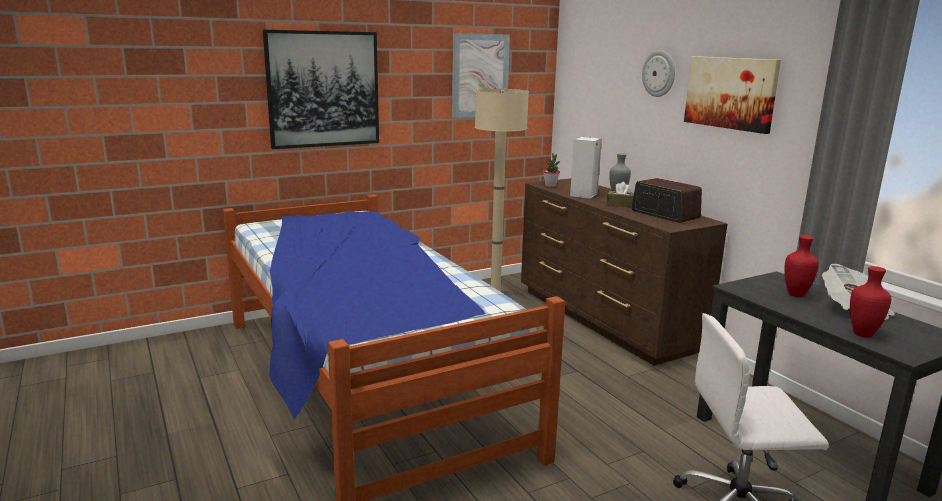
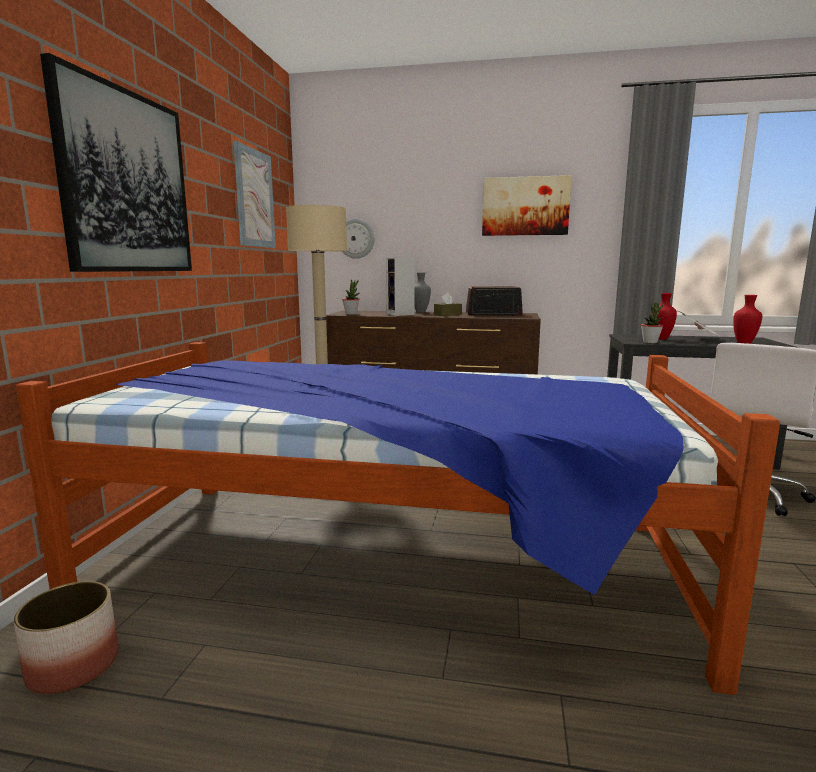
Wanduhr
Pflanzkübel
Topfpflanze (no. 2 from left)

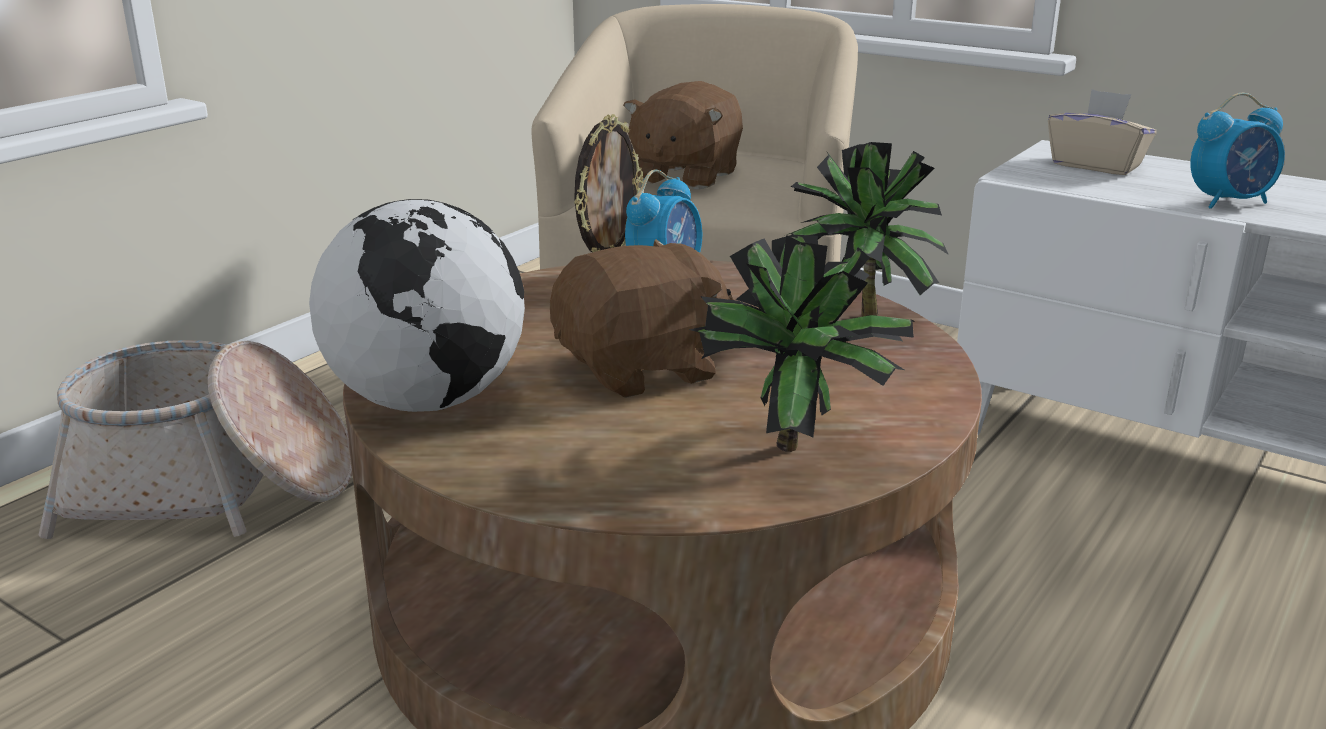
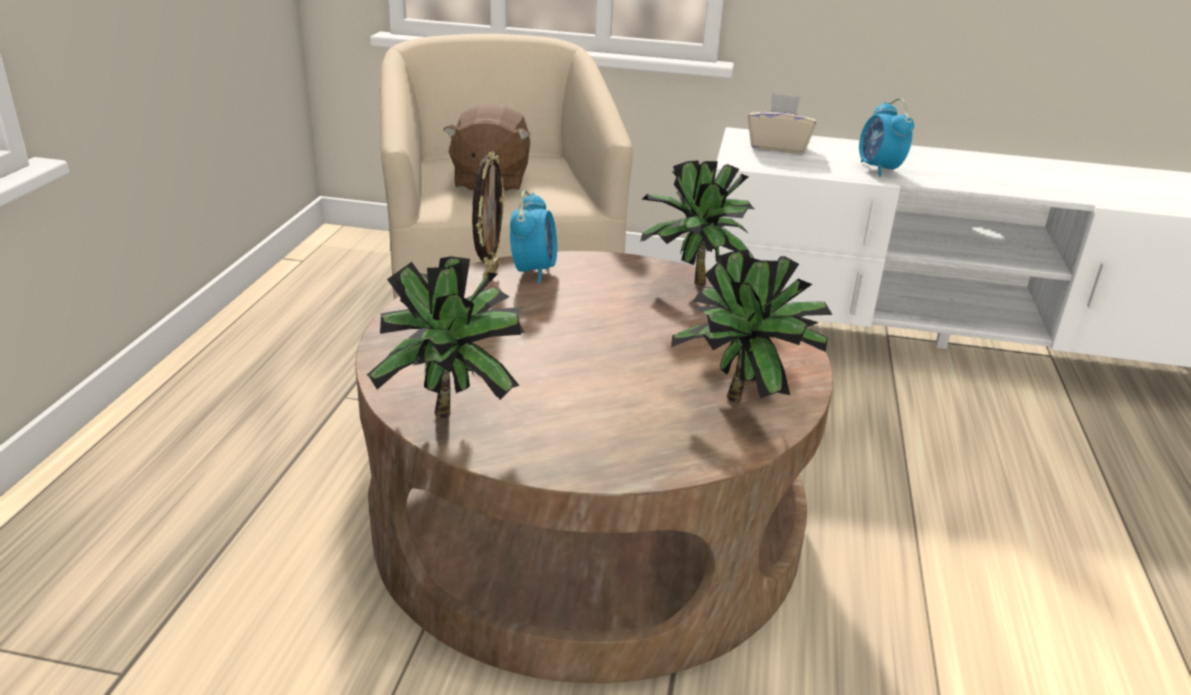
Korb
Topfpflanze (no. 1 from left)
Plüschtier (braun) (no. 1 from left in the first image)
Wecker (no. 2 from left)

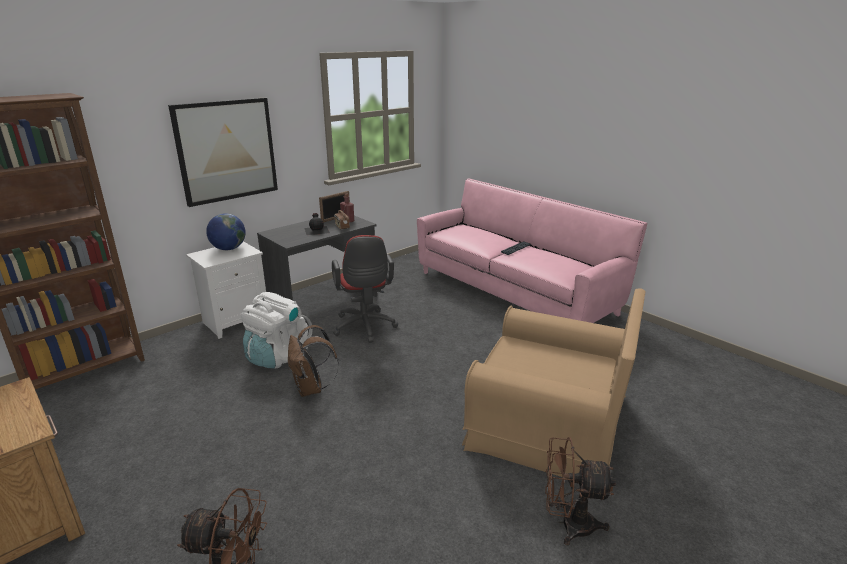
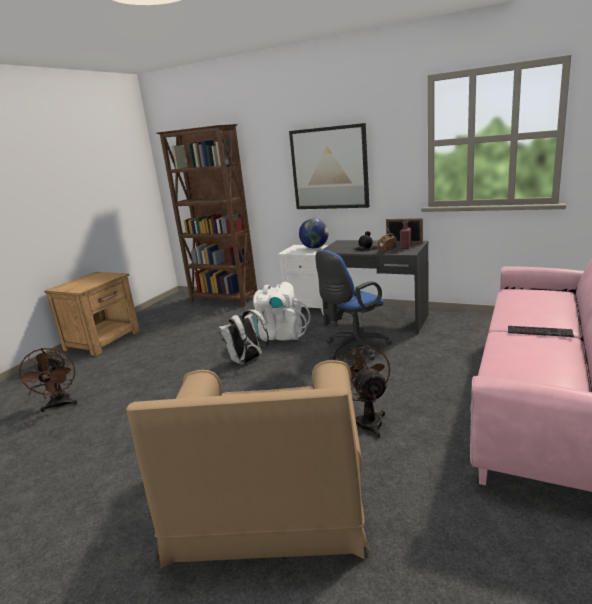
Rucksack (weiß) (no. 1 from left)
Bürostuhl (blau)
Ventilator (braun) (no. 2 from left)

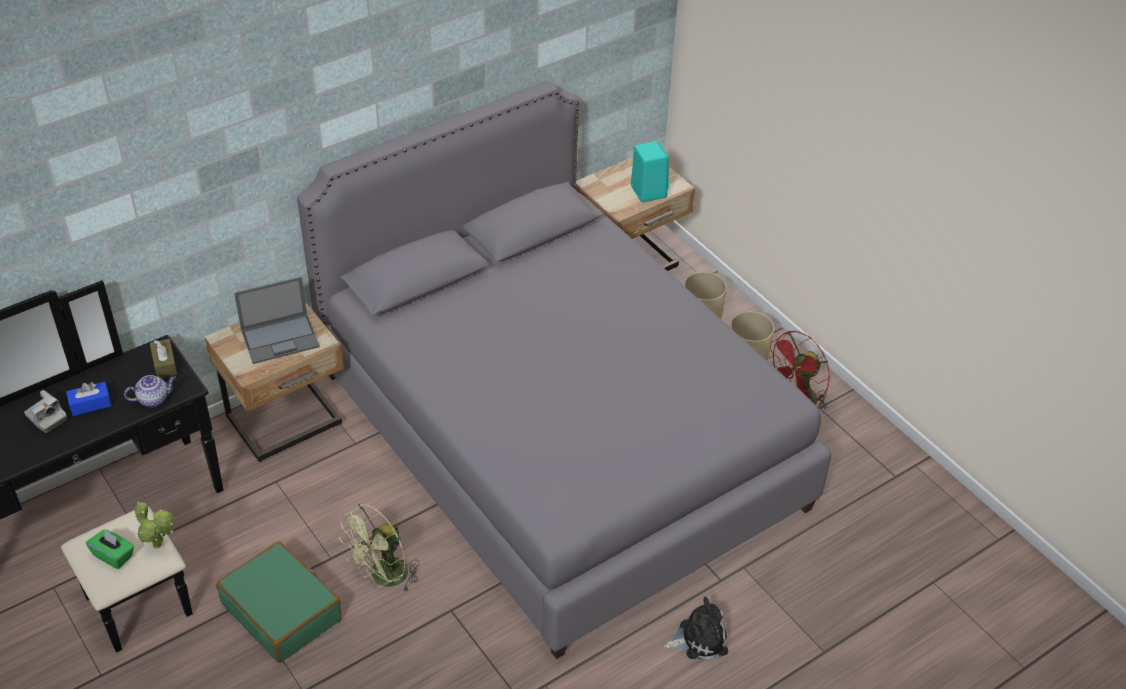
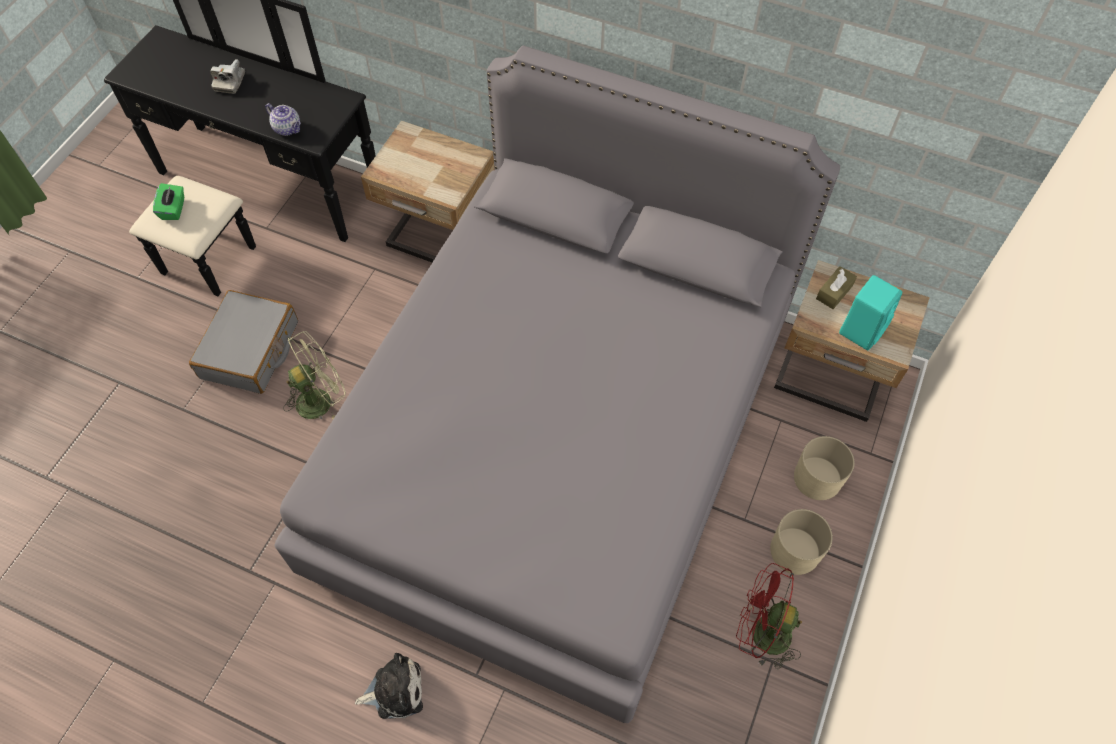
Taschentuchbox (blau)
Topfpflanze
Taschentuchbox (braun)
Koffer (grau)
Laptop
Ventilator (grün)
Plüschtier

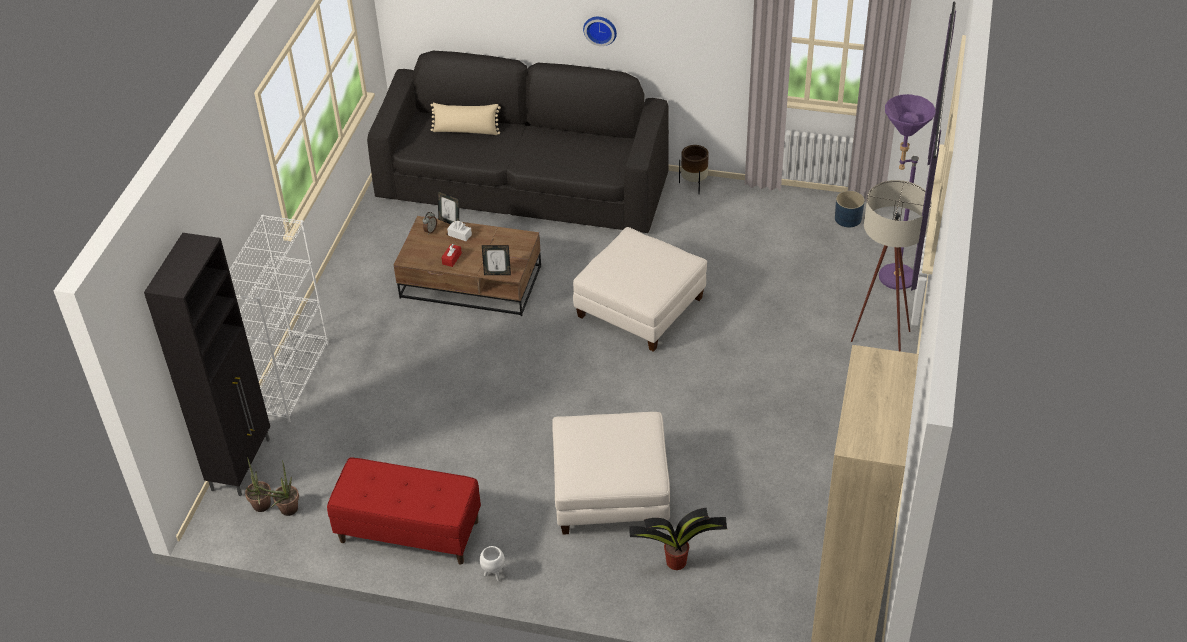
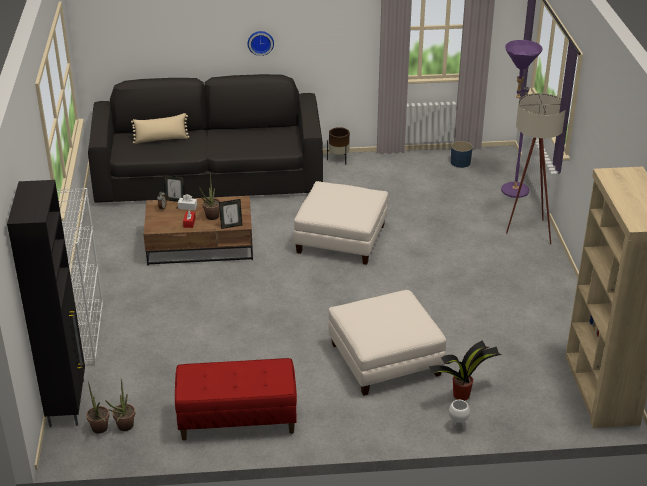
Pflanzkübel (weiß)
Topfpflanze (no. 3 from left)

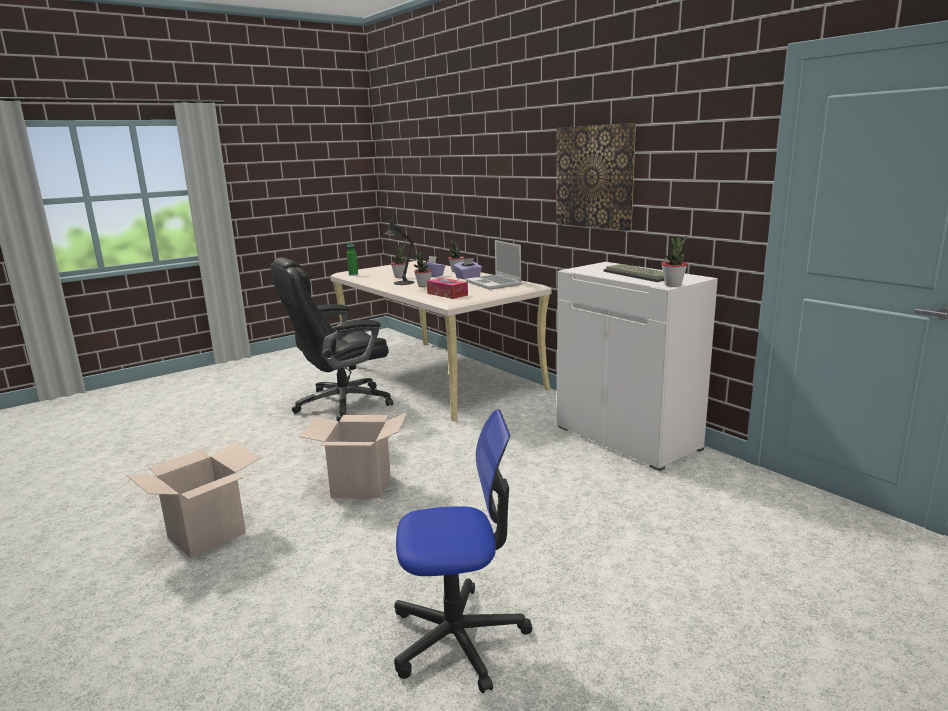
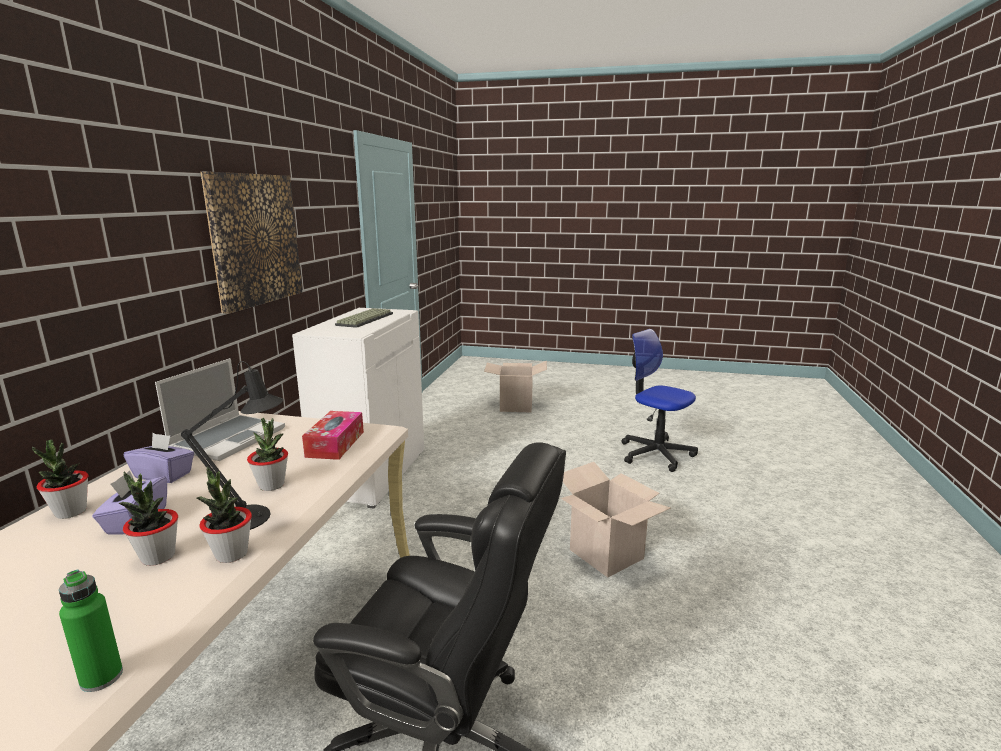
Karton (no. 1 from left)
Topfpflanze (no. 3 from left)

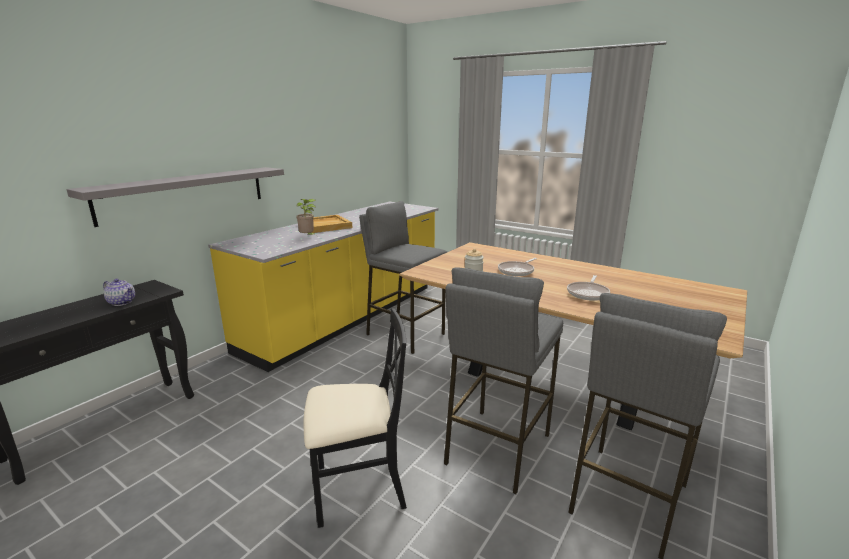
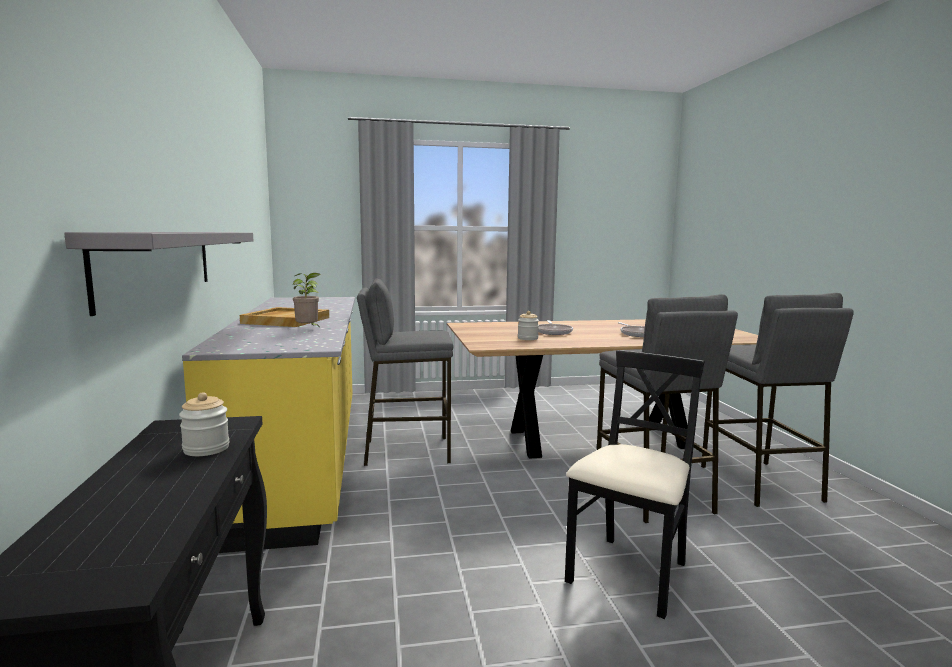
Vorratsglas (no. 1 from left)

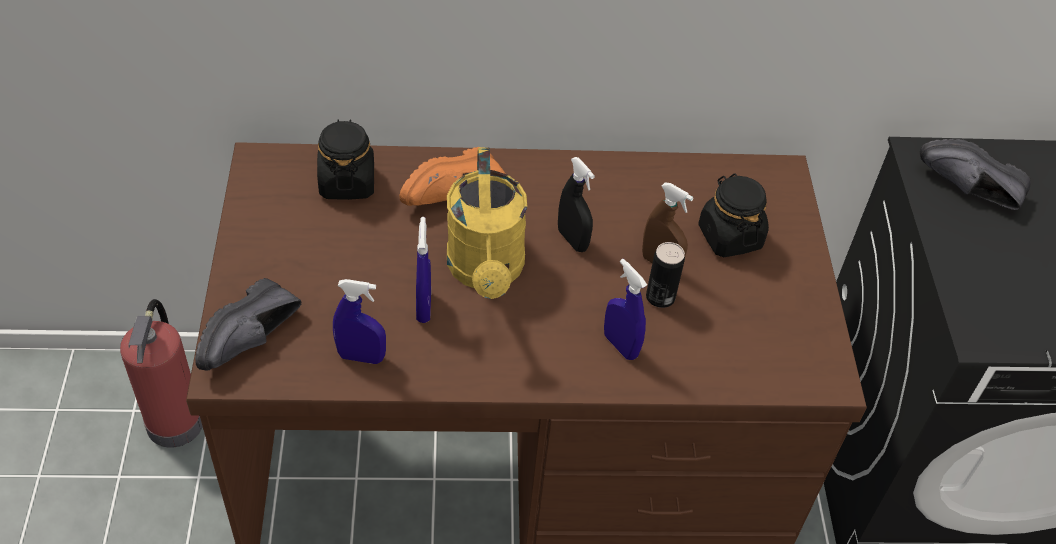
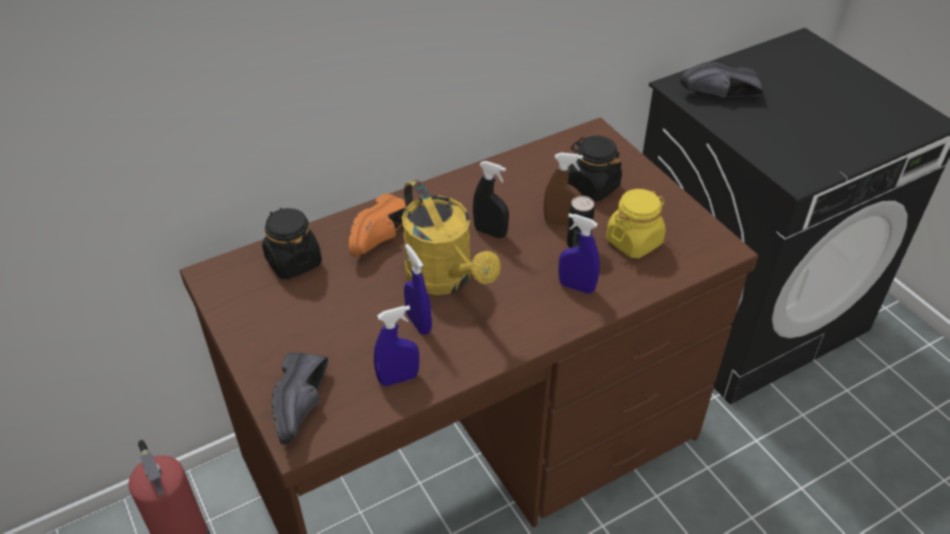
Vorratsglas (gelb)

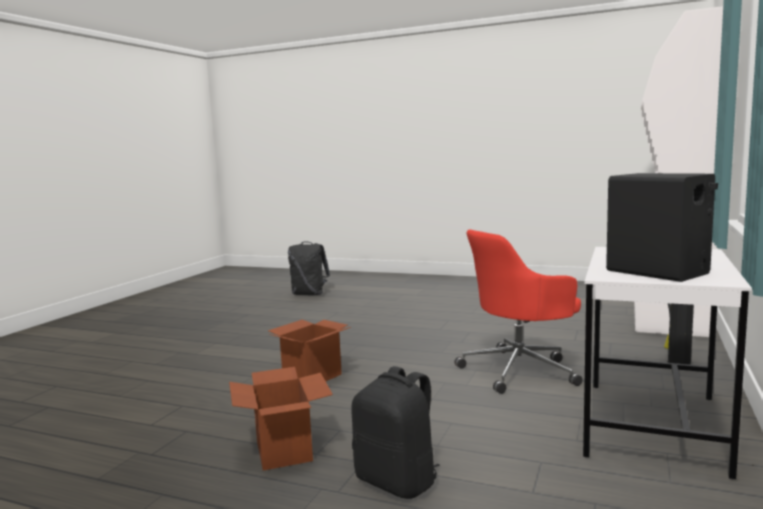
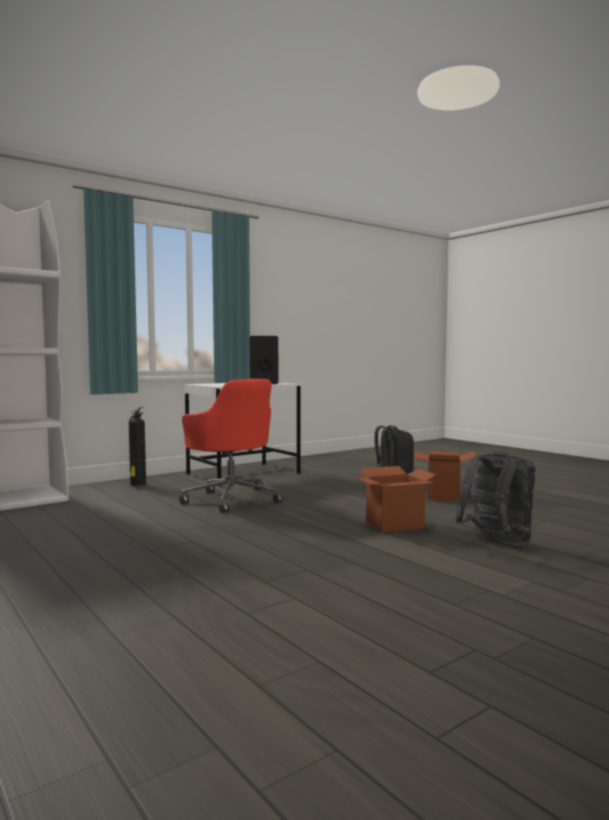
Rucksack (schwarz) (no. 2 from left)
Bürostuhl (rot)

